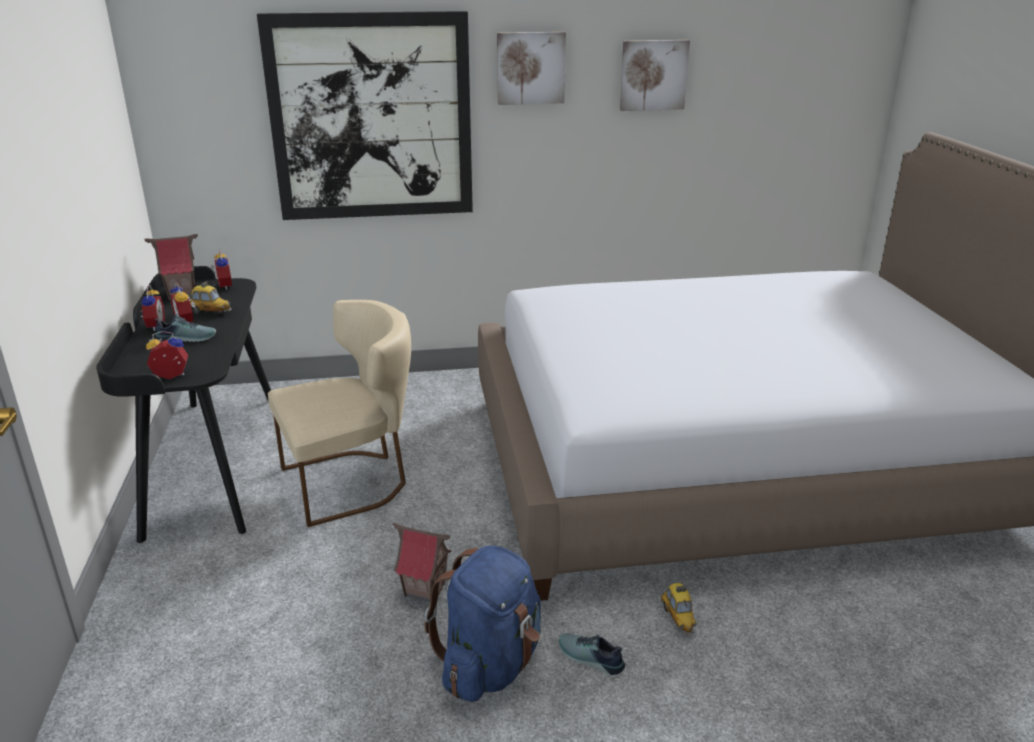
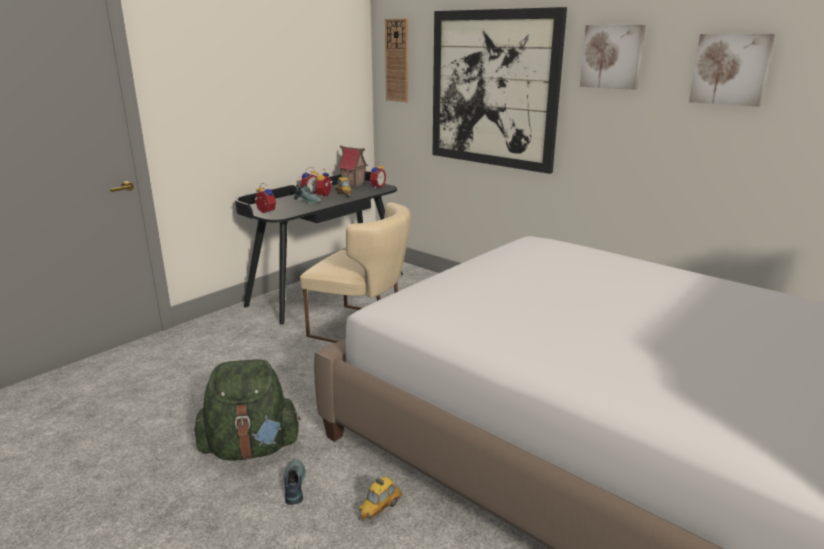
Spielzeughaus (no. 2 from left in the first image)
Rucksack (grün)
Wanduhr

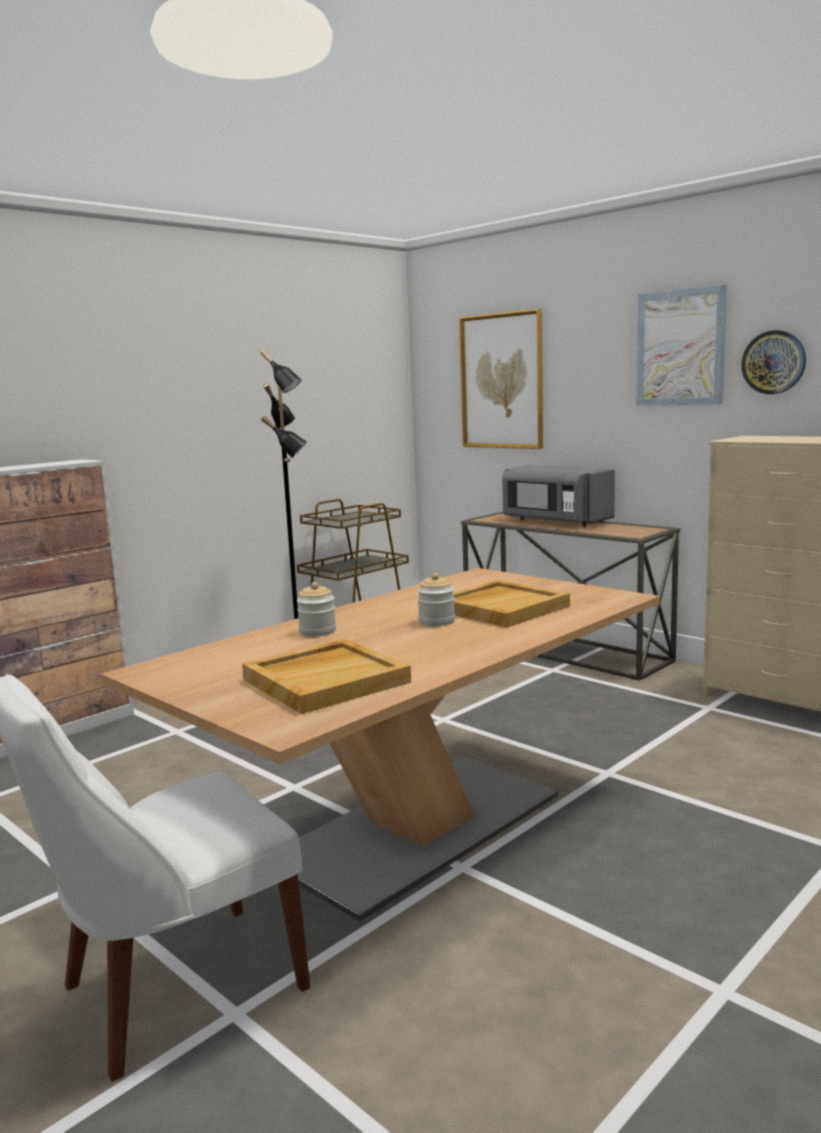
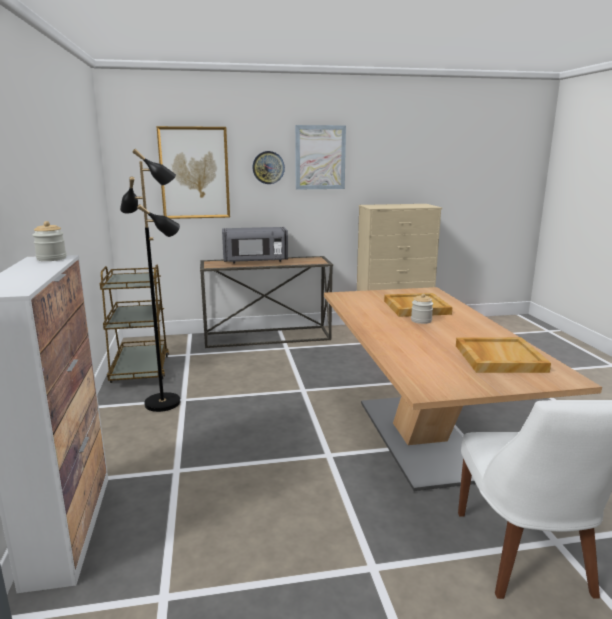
Vorratsglas (no. 1 from left)
Wanduhr

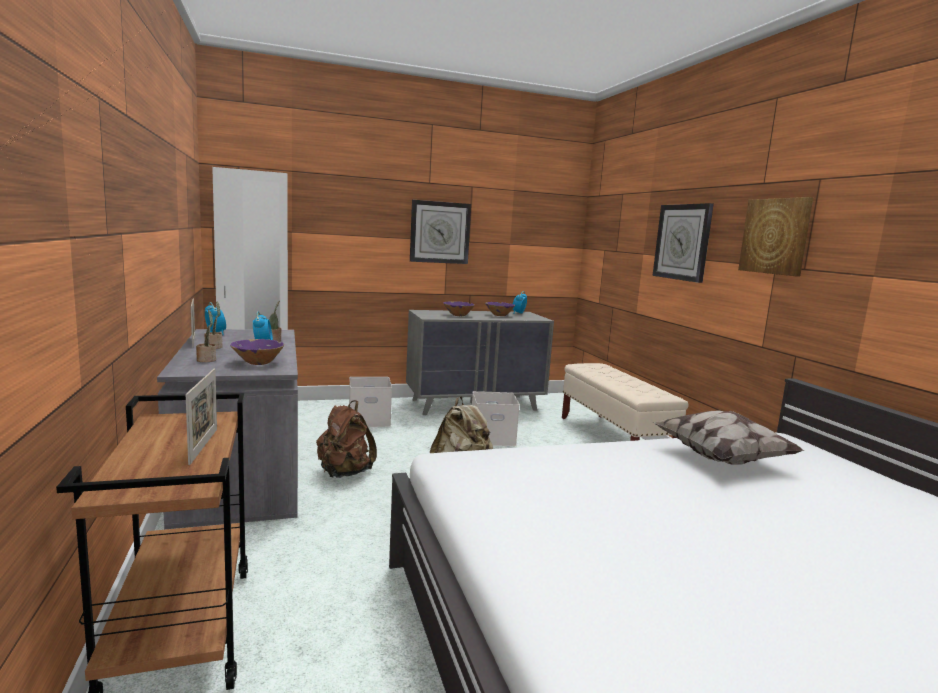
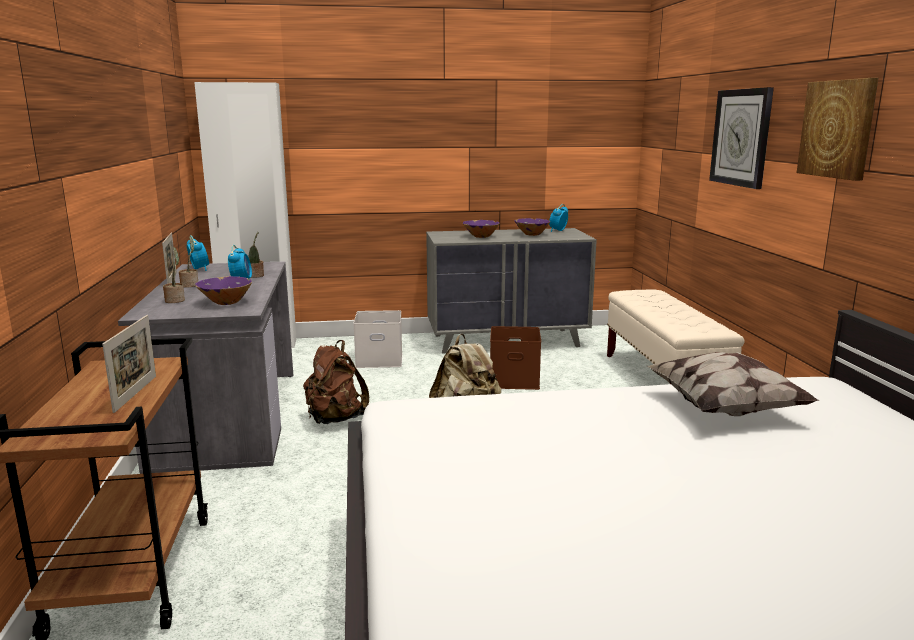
Wanduhr (no. 1 from left in the first image)
Aufbewahrungsbox (braun)

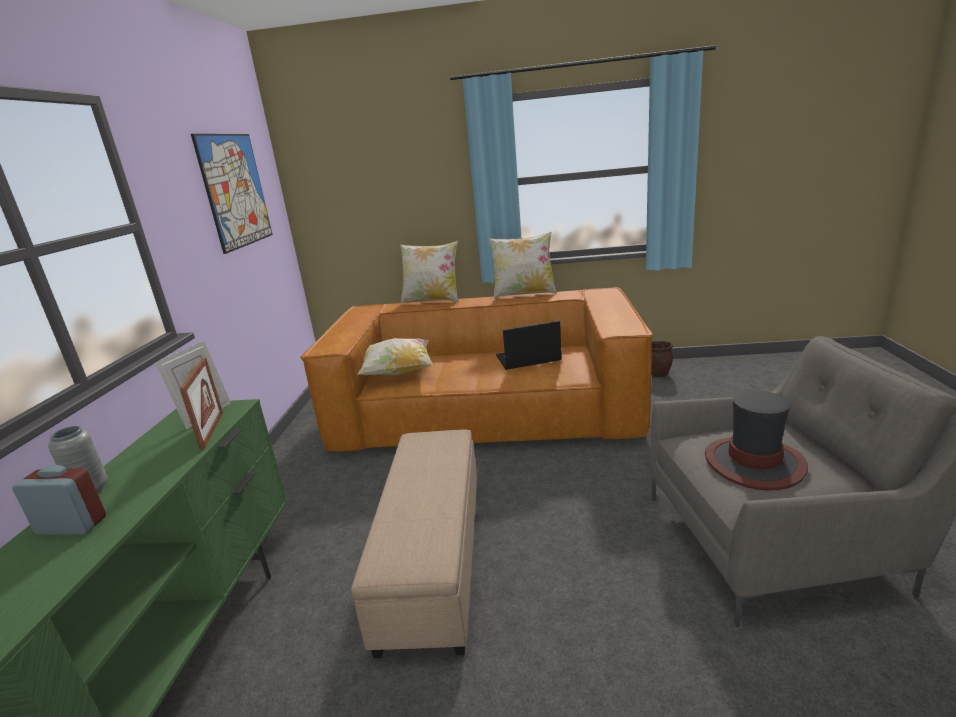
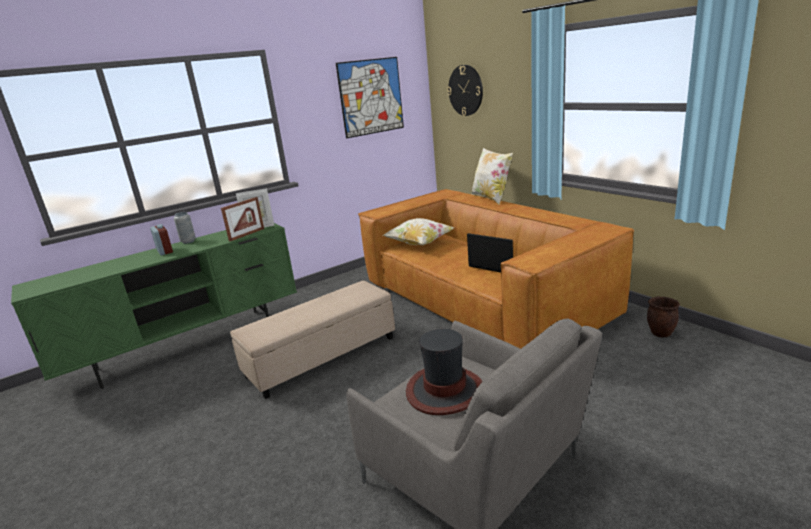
Kissen (no. 3 from left in the first image)
Wanduhr

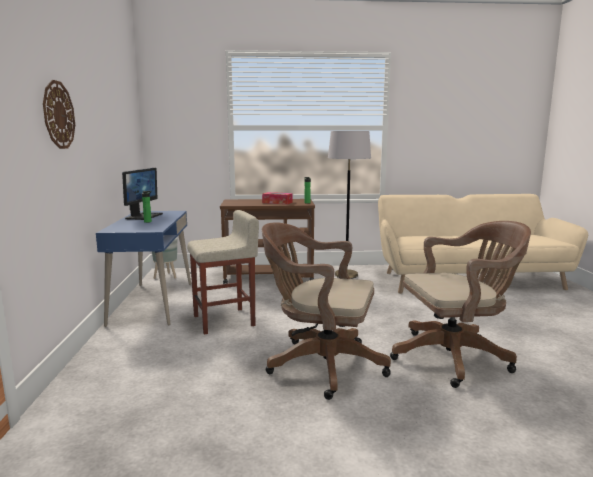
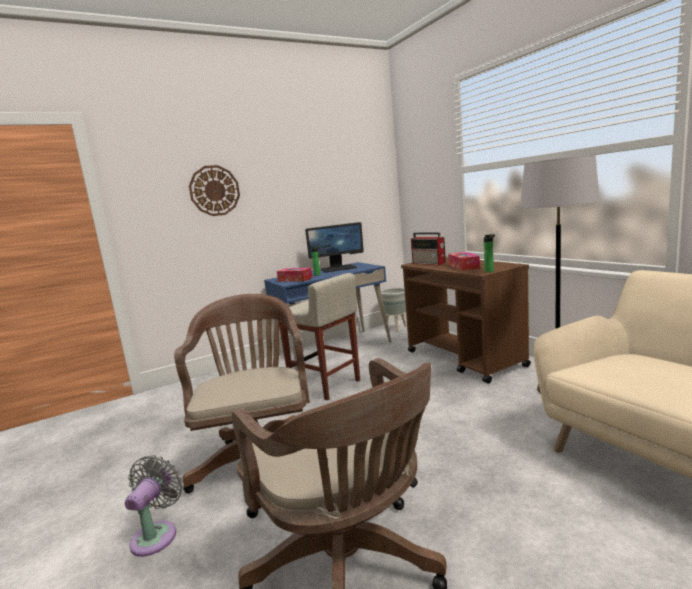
Ventilator (grau)
Taschentuchbox (no. 1 from left)
Radio

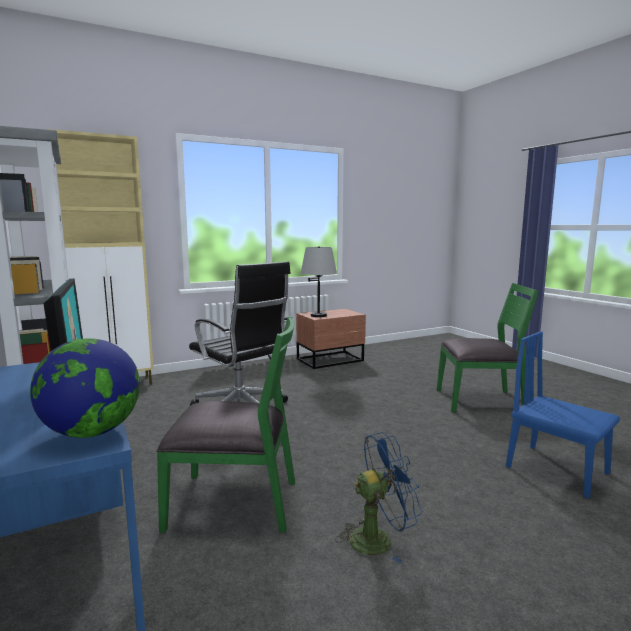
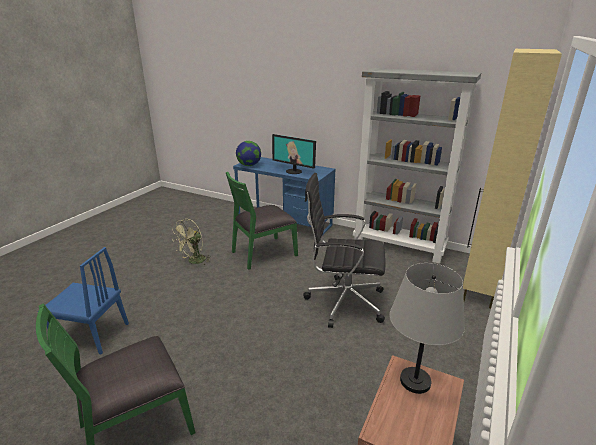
Ventilator (grün)

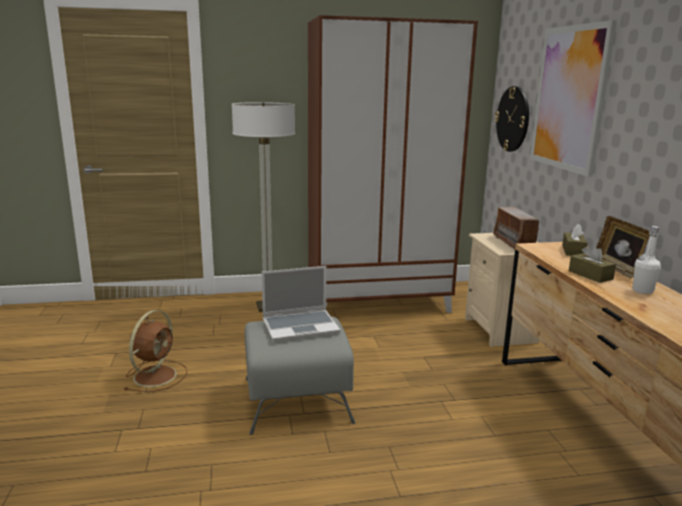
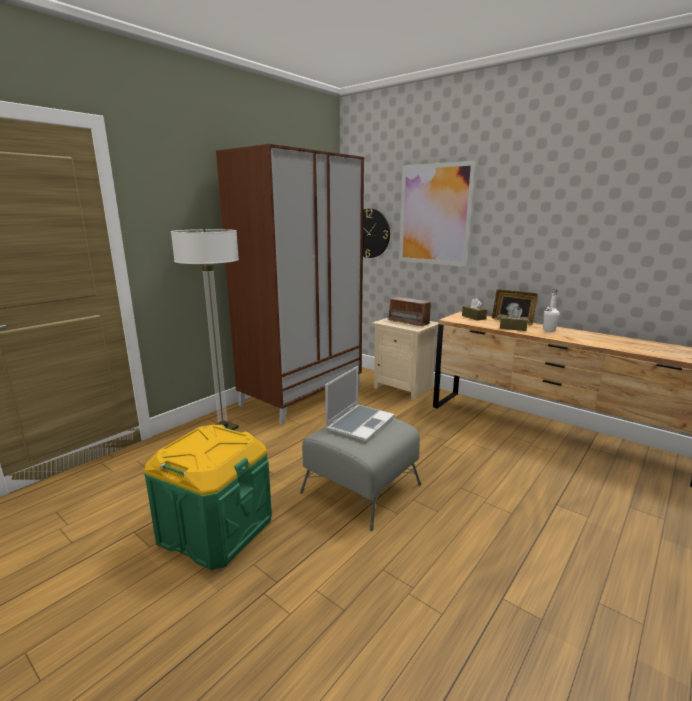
Aufbewahrungsbox (grün)

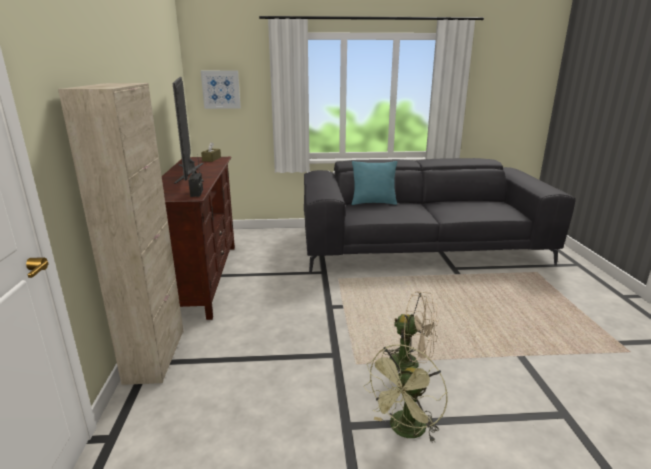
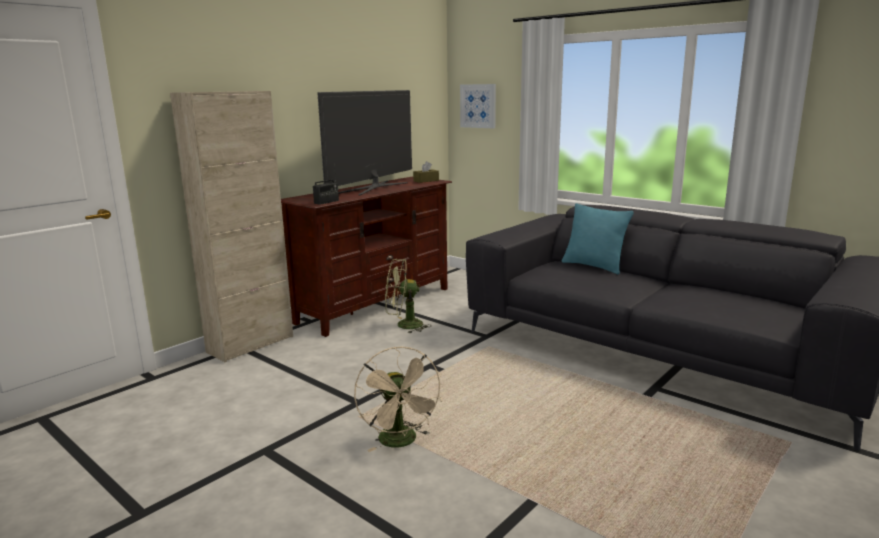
Ventilator (grün)

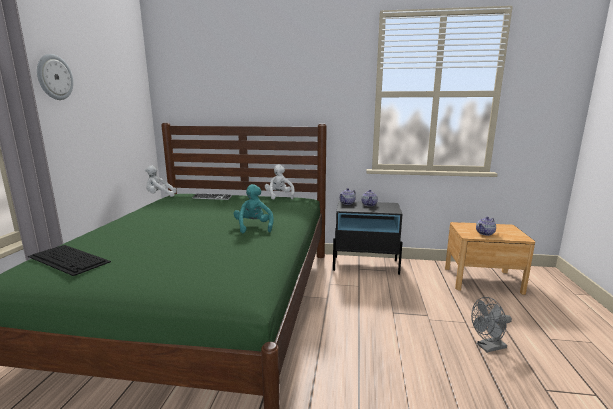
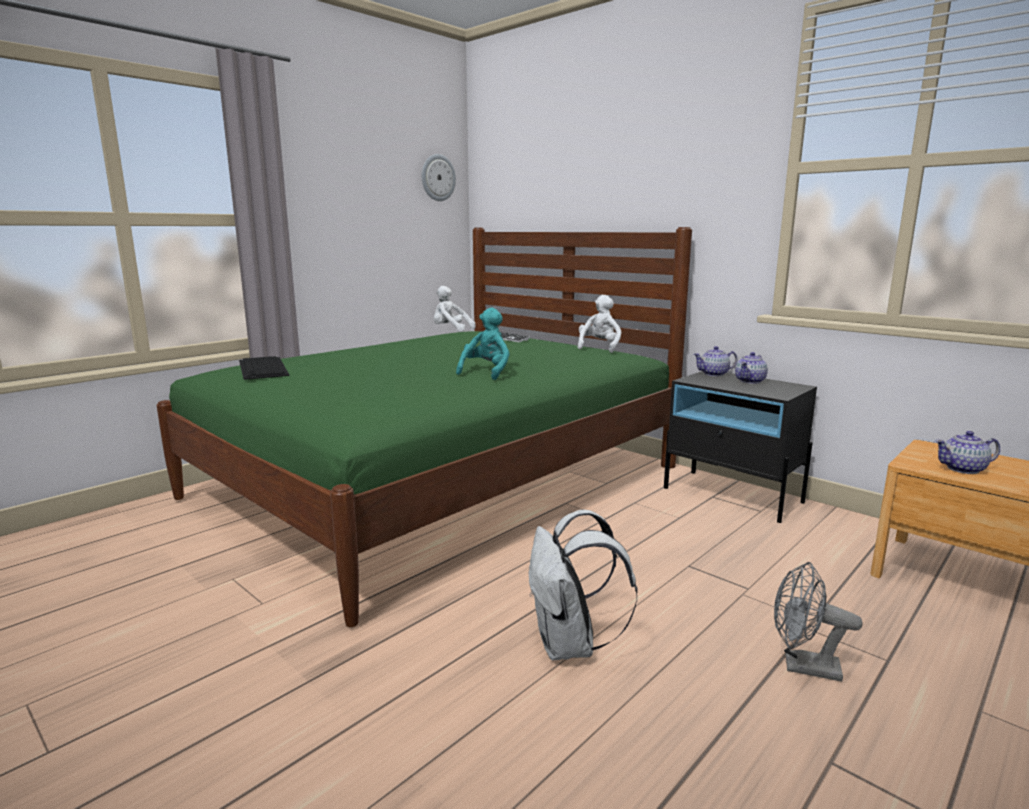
Wanduhr
Rucksack (weiß)

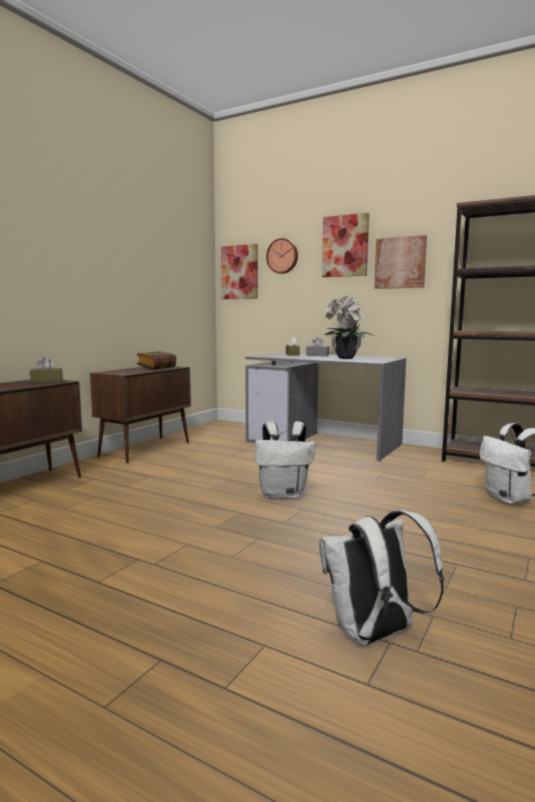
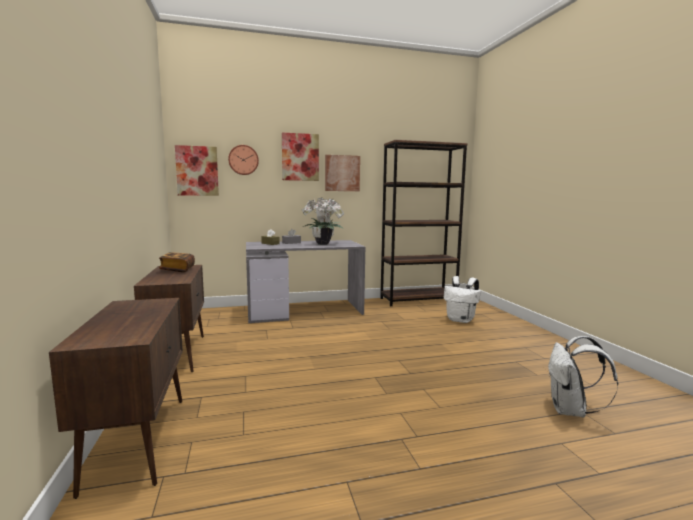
Taschentuchbox (braun) (no. 1 from left in the first image)
Rucksack (weiß) (no. 1 from left in the first image)

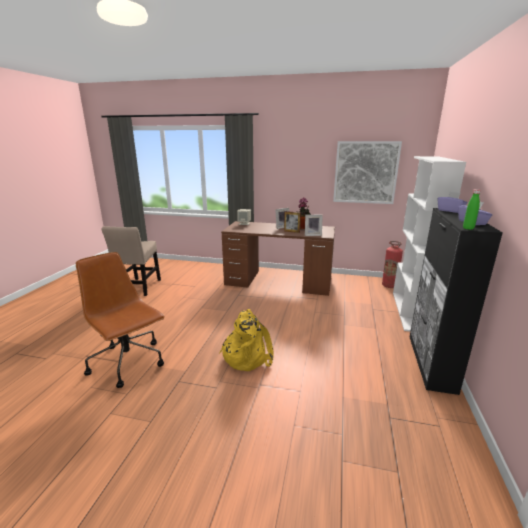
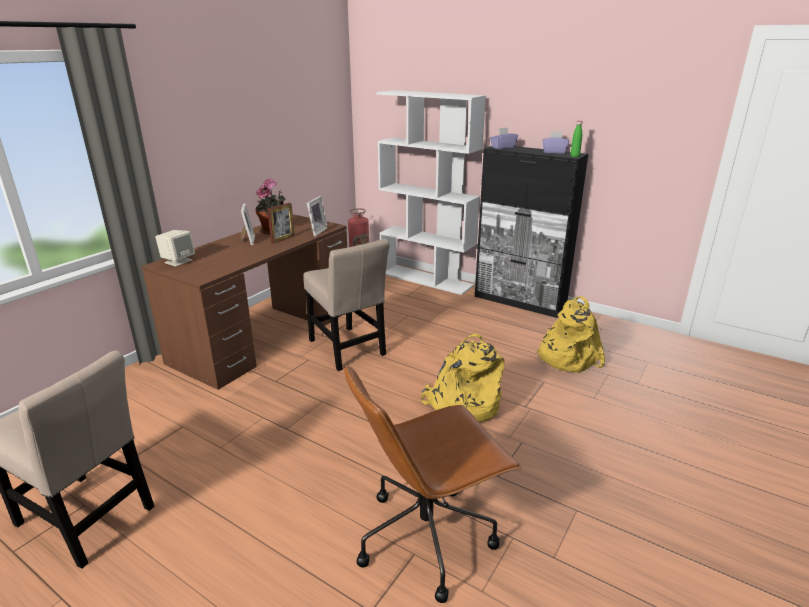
Bild
Stuhl (beige) (no. 2 from left)
Rucksack (gelb) (no. 2 from left)

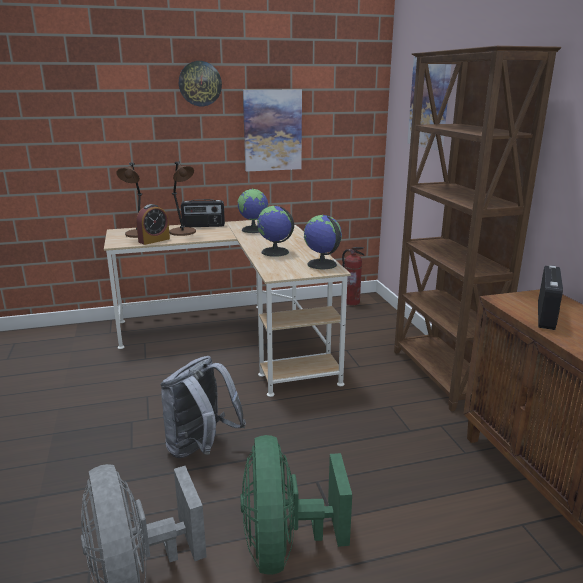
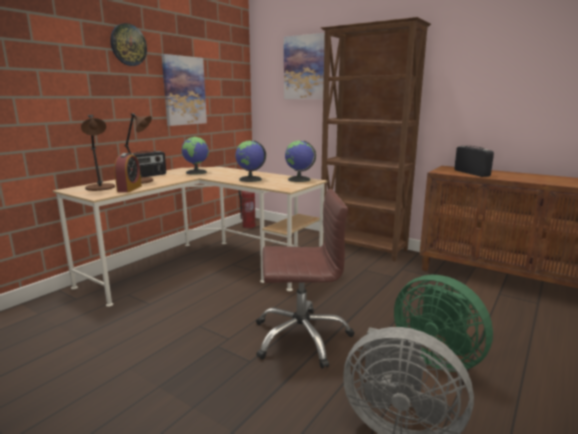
Bürostuhl (braun)

